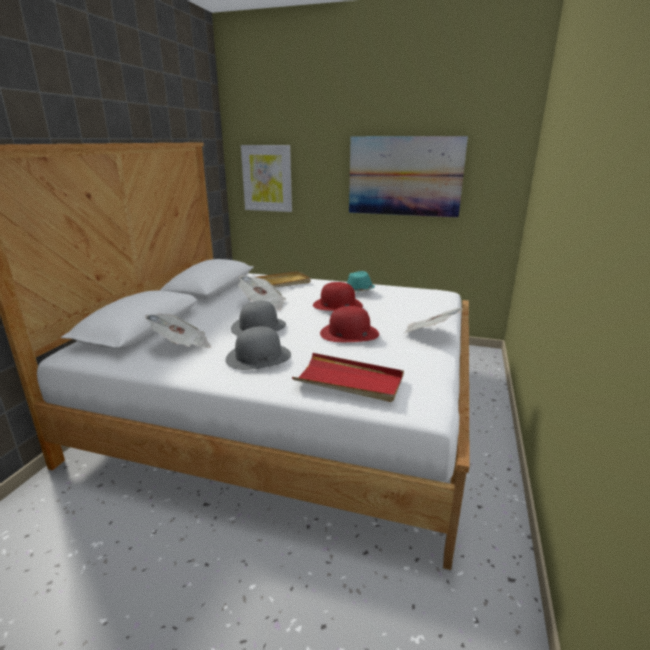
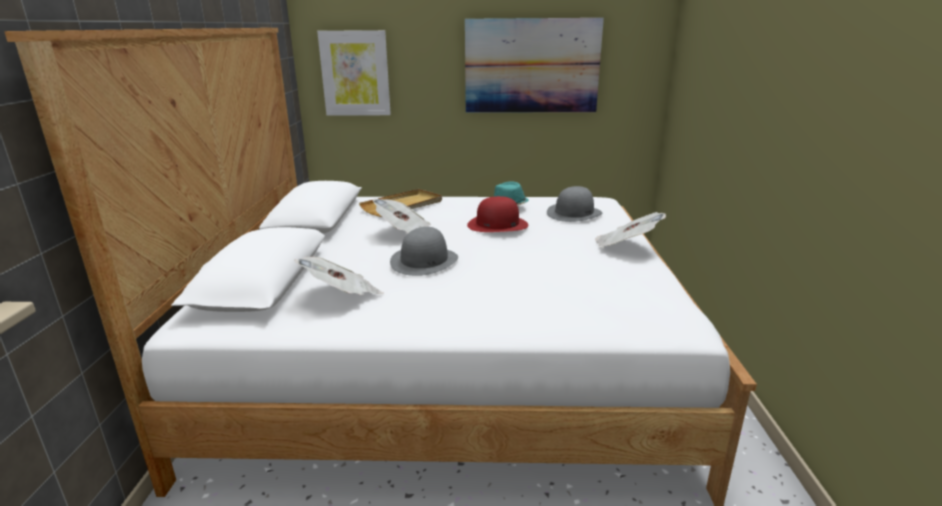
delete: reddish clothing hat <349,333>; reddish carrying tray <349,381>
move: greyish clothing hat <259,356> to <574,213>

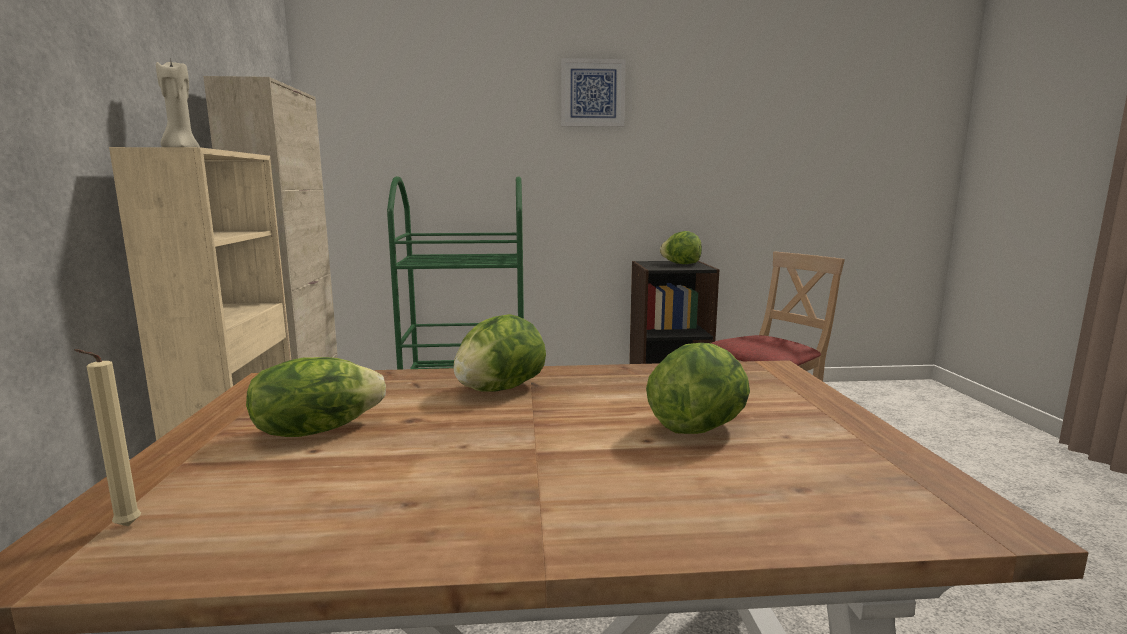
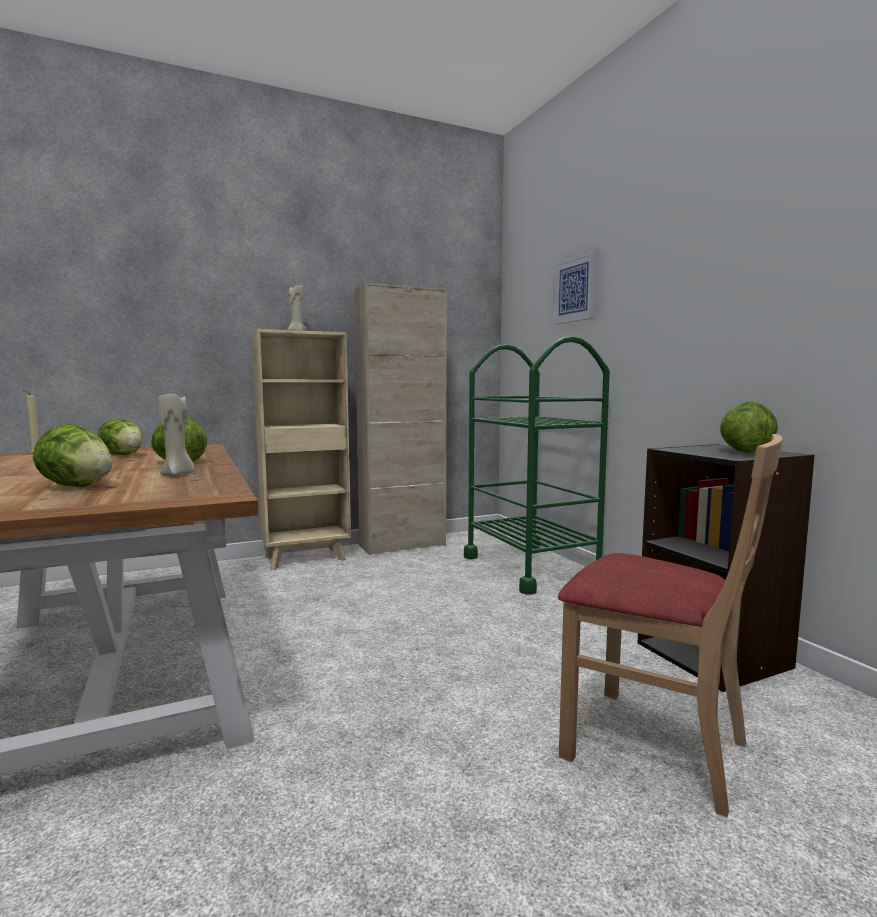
insert: beige wax candle <178,475>
move: wall picture <592,93> to <575,289>

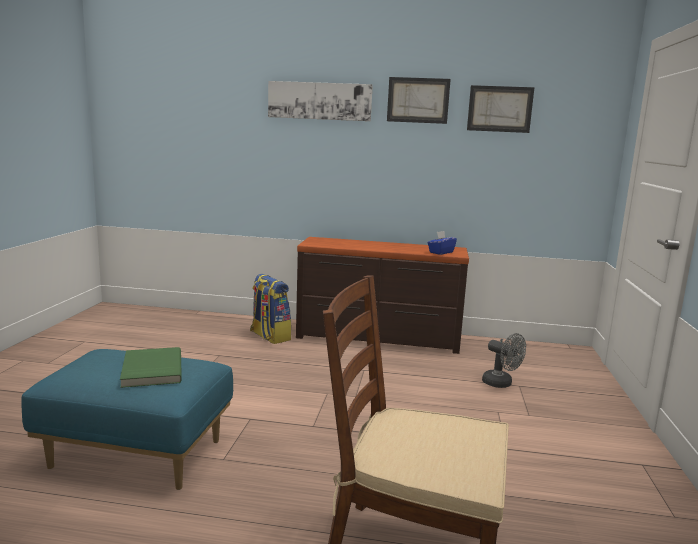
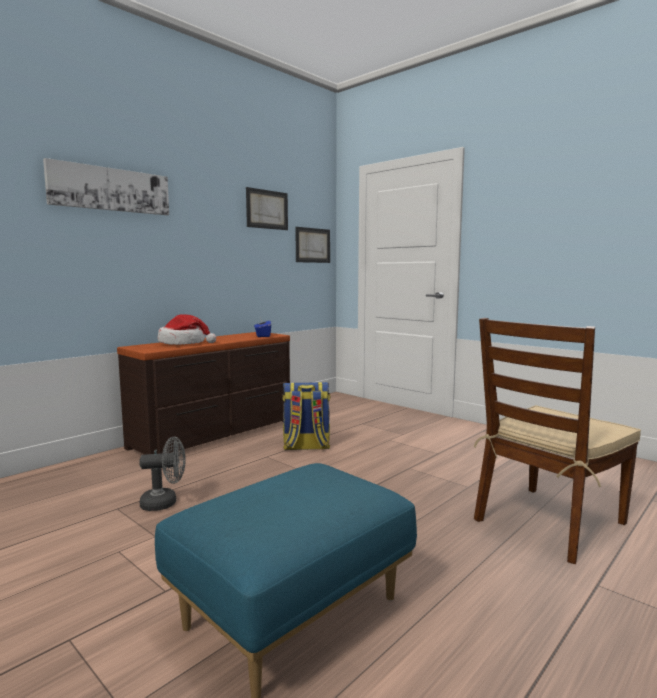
delete: green-coloured volume <150,370>
insert: clothing hat <183,343>
move: wall picture <418,100> to <312,245>; backpack <269,336> to <306,447>; greyish cooling fan <501,384> to <165,503>

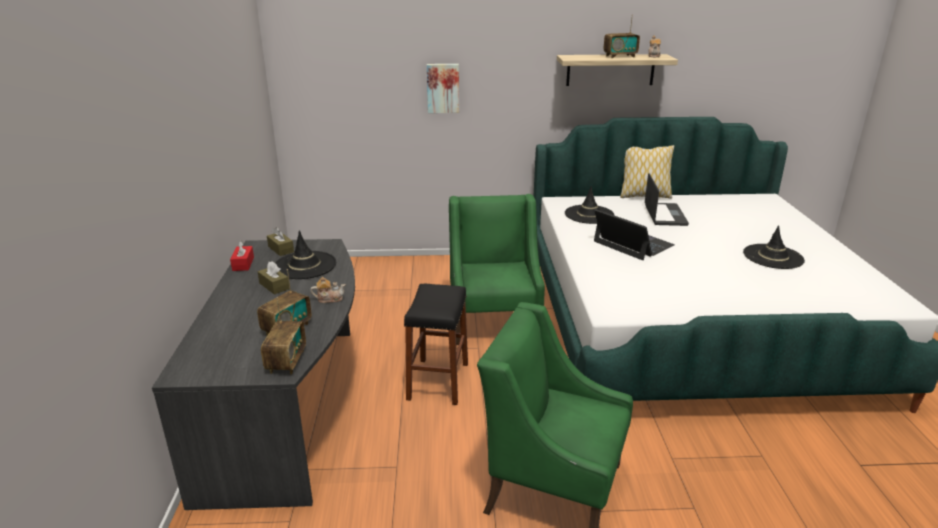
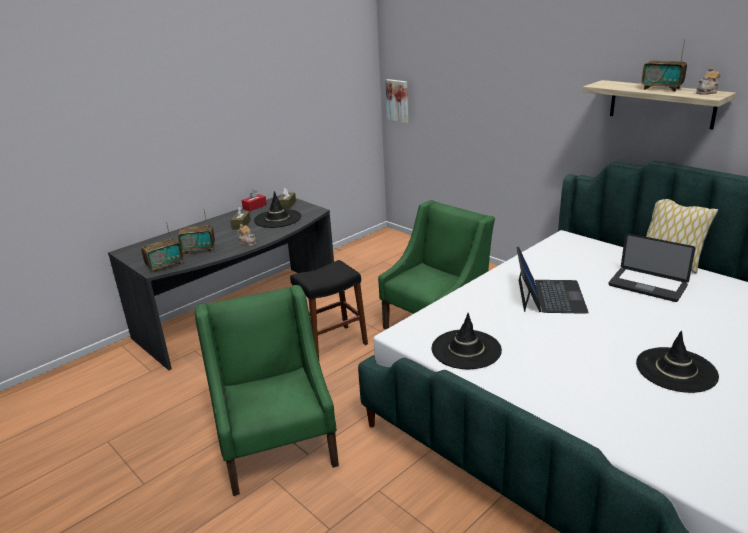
move: wall picture <443,88> to <398,100>; black-coloured clothing hat <589,214> to <466,349>
rotate: notebook computer <665,215> = <647,285> 75 degrees clockwise

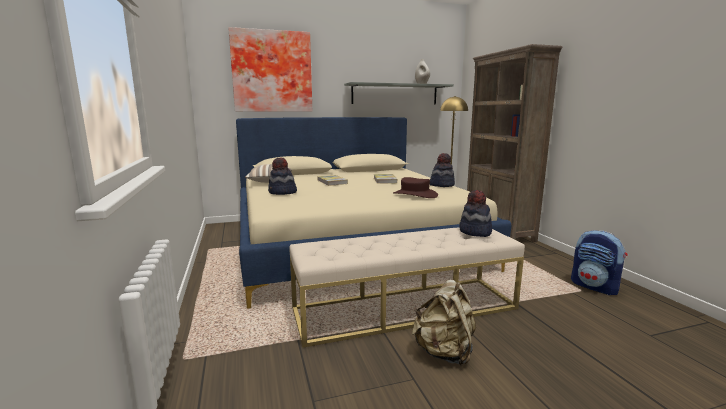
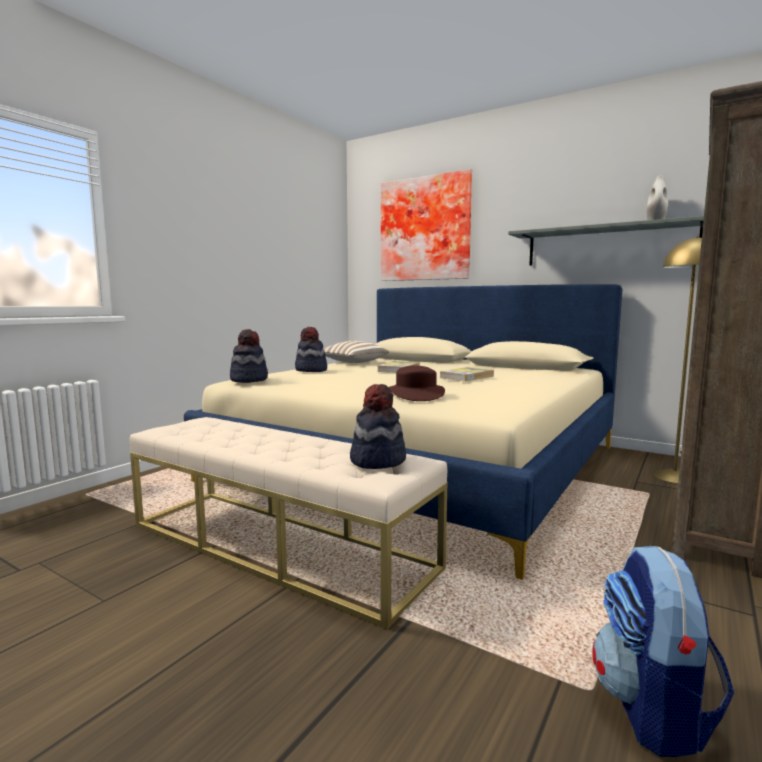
delete: beige backpack <444,352>
move: clothing hat <441,185> to <249,380>

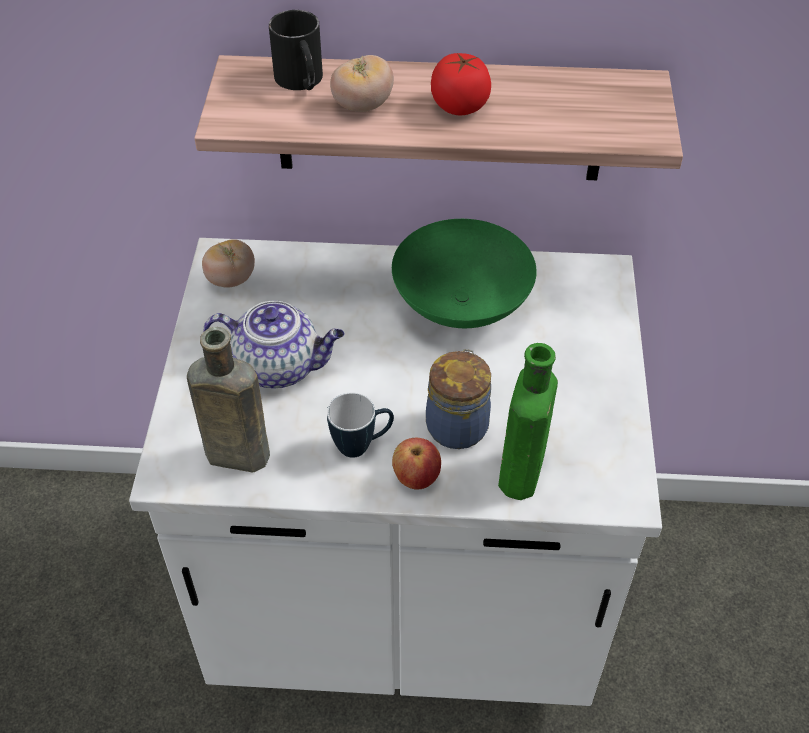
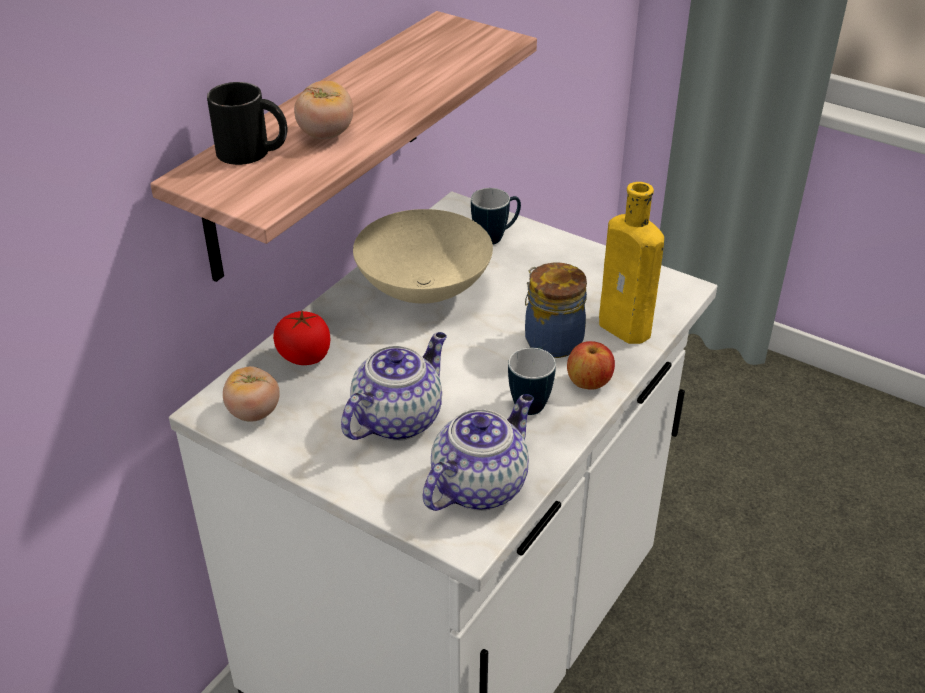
insert: mug <496,237>
move: fresh tomato <459,106> to <304,356>
replace: brown-coloured beverage bottle <233,454> to pot for tea <479,485>
recolor: green-coloured serving bowl <461,307> to beige serving bowl <426,290>; green-coloured beverage bottle <520,477> to yellow beverage bottle <627,329>

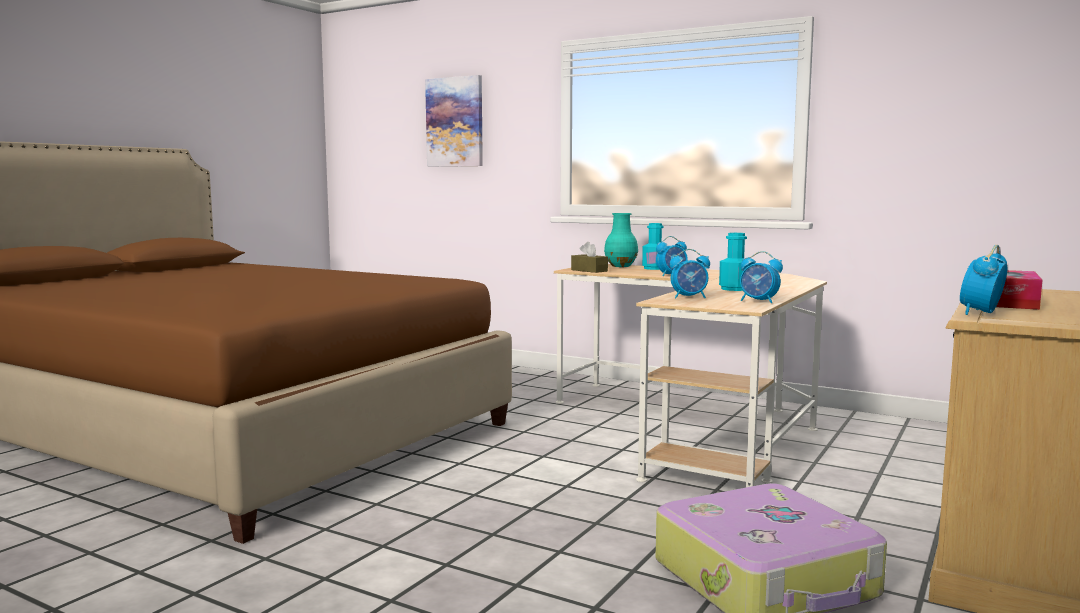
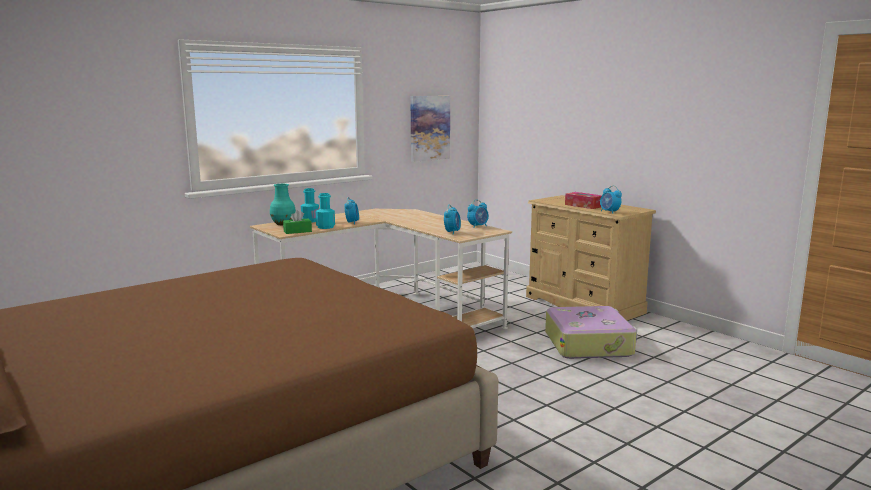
move: wall picture <455,122> to <429,128>; turquoise-coloured beverage bottle <734,289> to <325,227>
recolor: brown-coloured tissue box <589,270> to green-coloured tissue box <297,231>

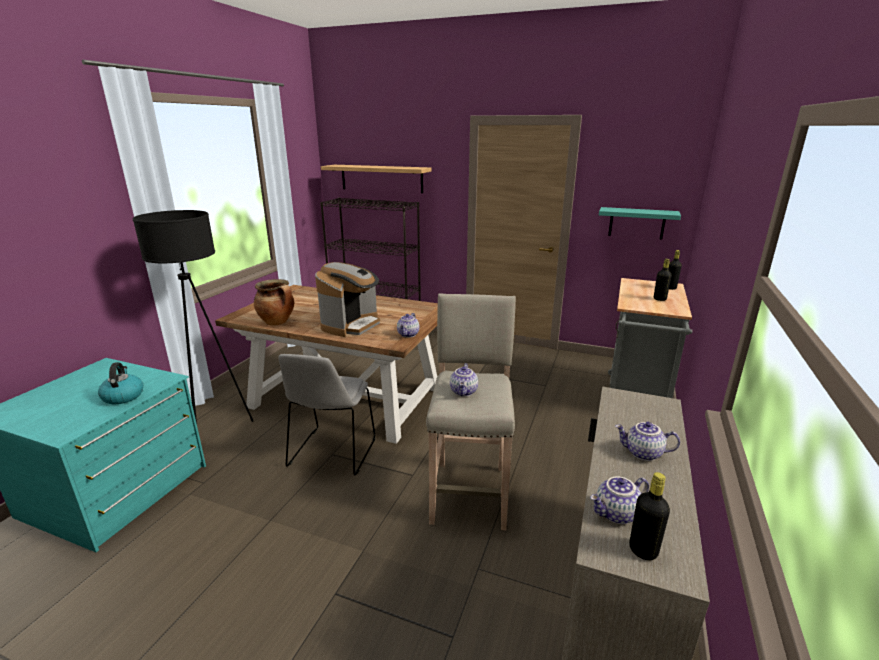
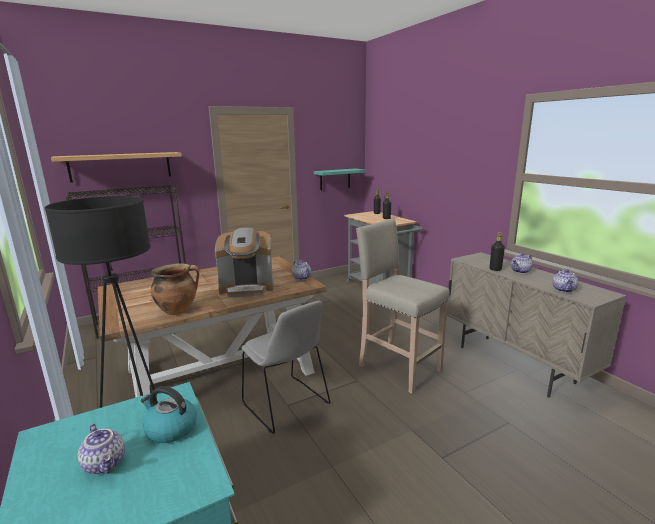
move: pot for tea <464,392> to <106,463>; black-coloured beverage bottle <643,550> to <495,269>
rotate: coffee machine <351,325> = <247,288> 105 degrees clockwise

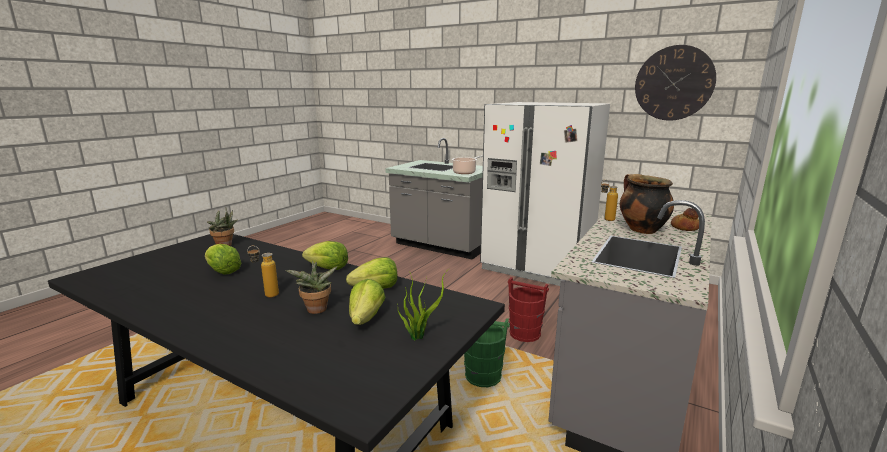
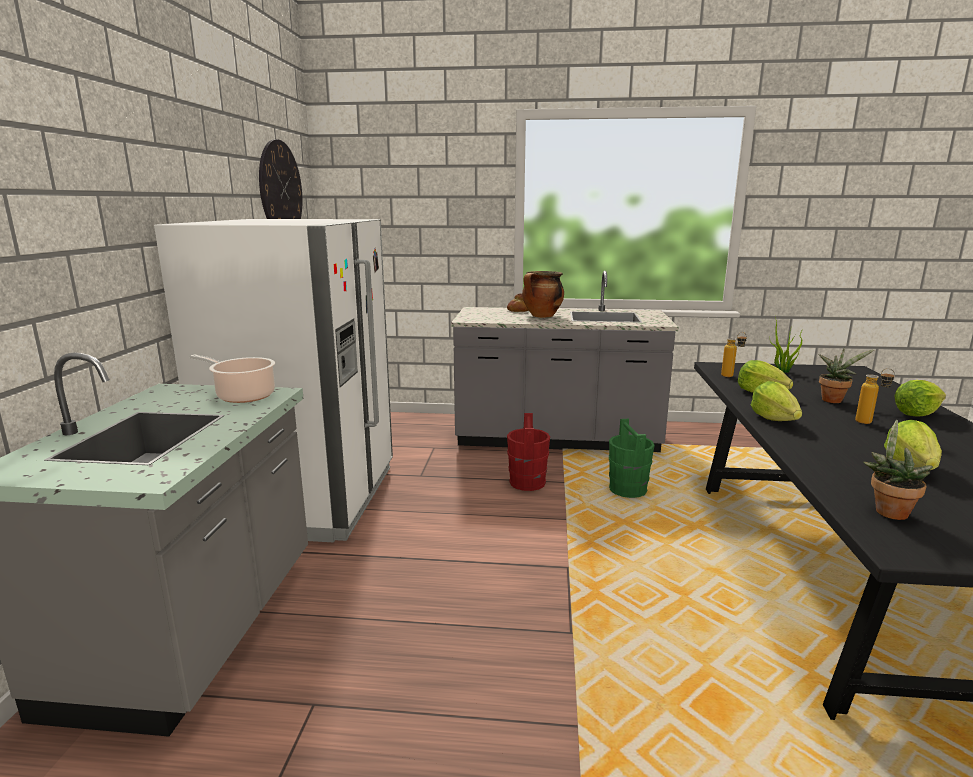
move: beverage bottle <605,220> to <731,377>; lettuce <366,318> to <917,413>

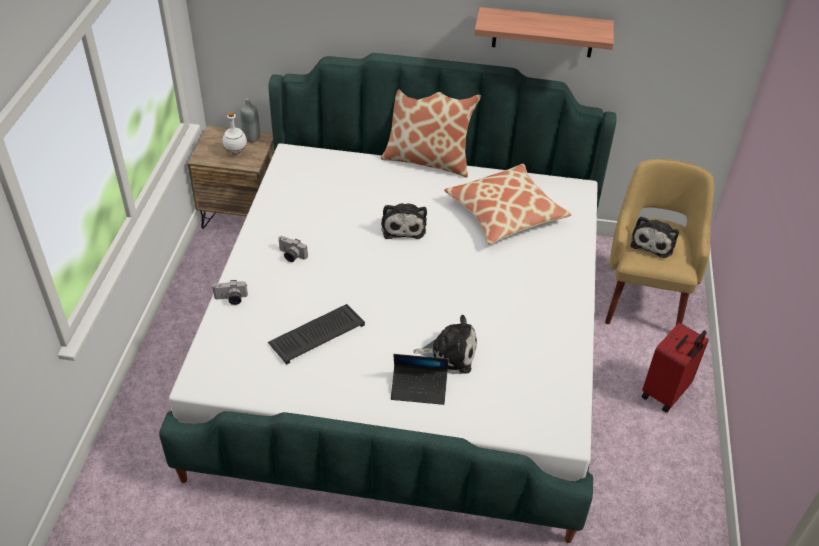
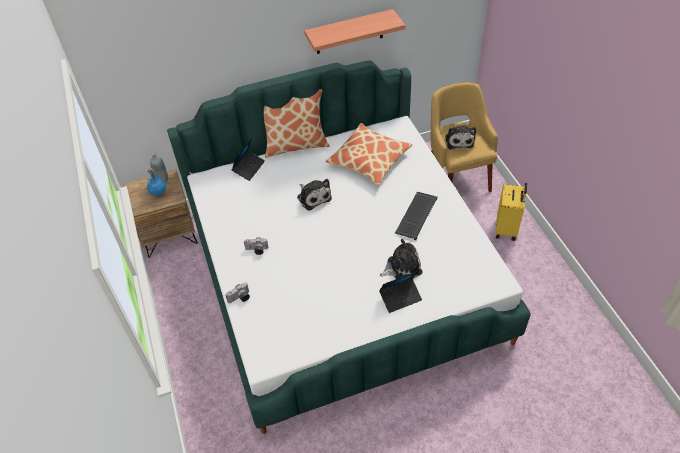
insert: notebook computer <249,168>
move: keyboard <317,333> to <416,215>
recolor: white-coloured beverage bottle <236,152> to blue beverage bottle <159,194>; reddish travel case <666,393> to yellow travel case <507,229>

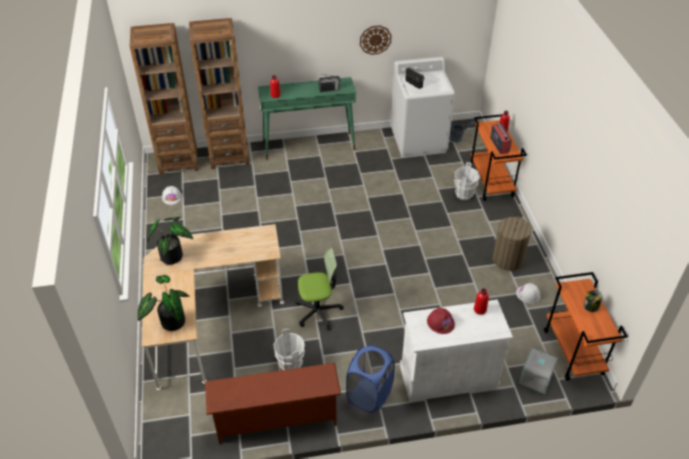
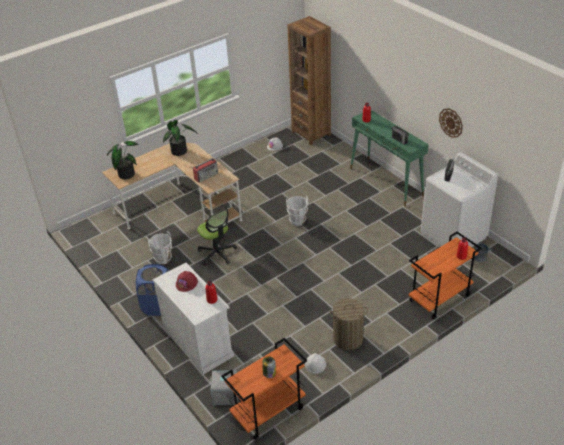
delete: brown-coloured bookcase <229,156>; brown-coloured shoe shelf <276,420>
move: radio set <499,145> to <206,176>; white-coloured water bucket <464,194> to <297,221>

